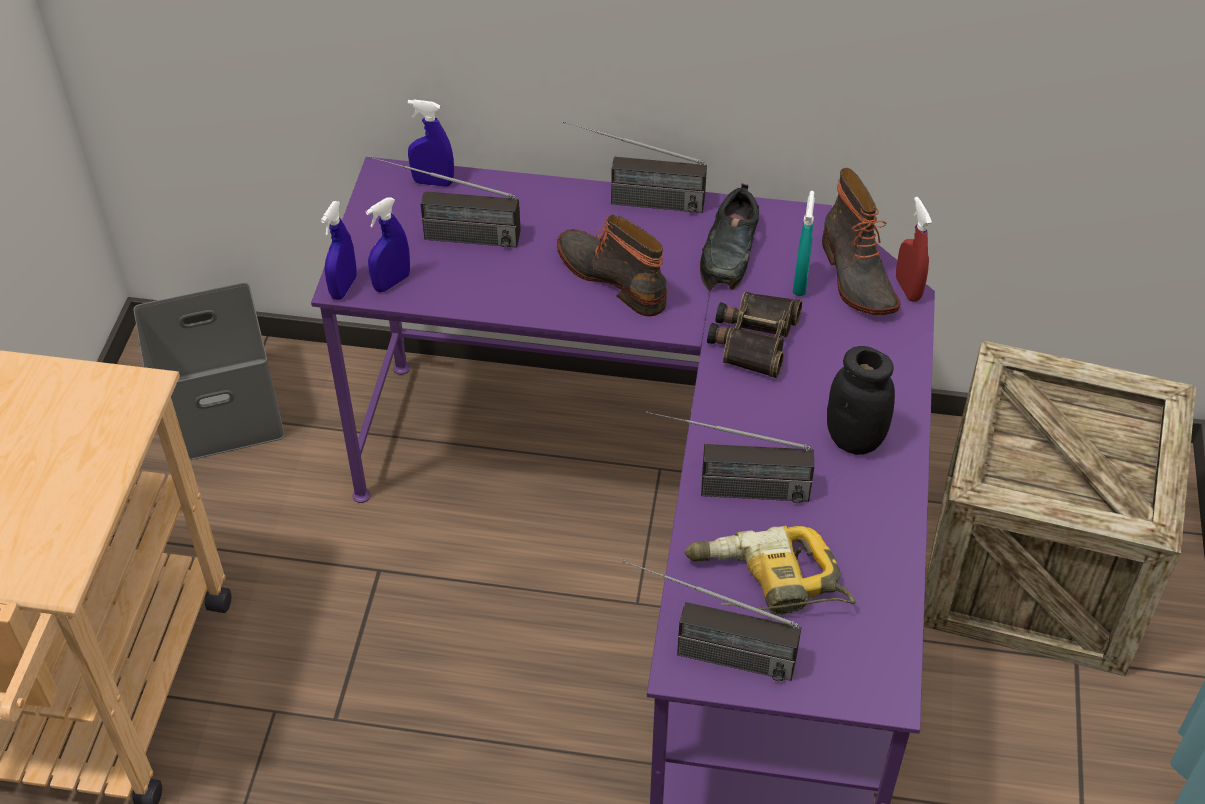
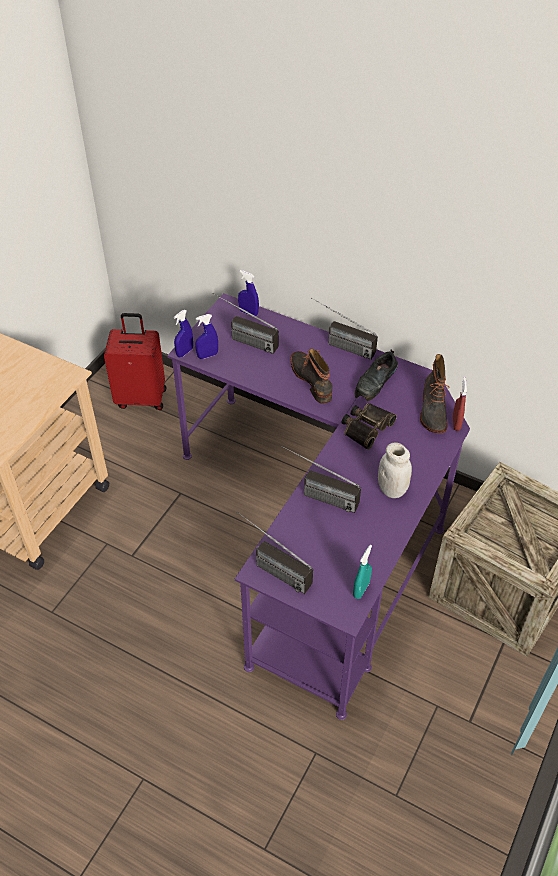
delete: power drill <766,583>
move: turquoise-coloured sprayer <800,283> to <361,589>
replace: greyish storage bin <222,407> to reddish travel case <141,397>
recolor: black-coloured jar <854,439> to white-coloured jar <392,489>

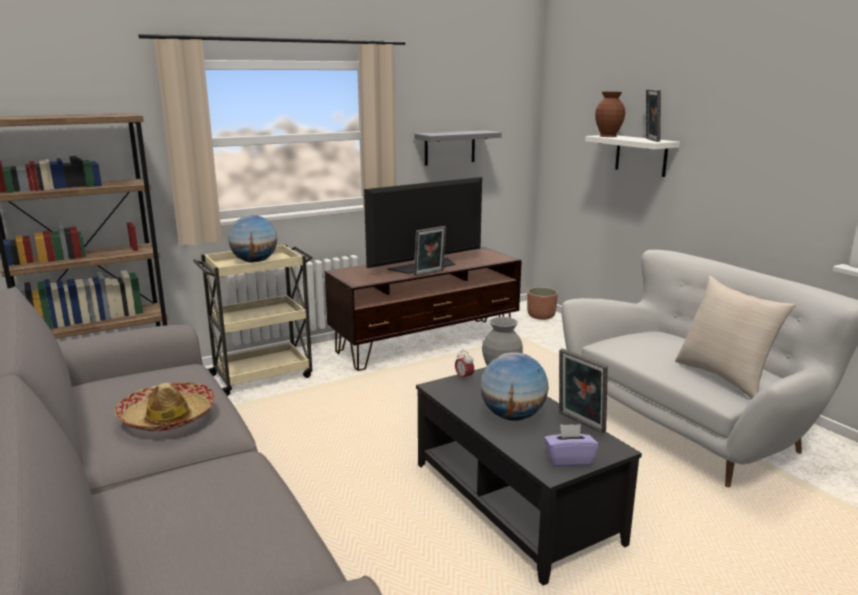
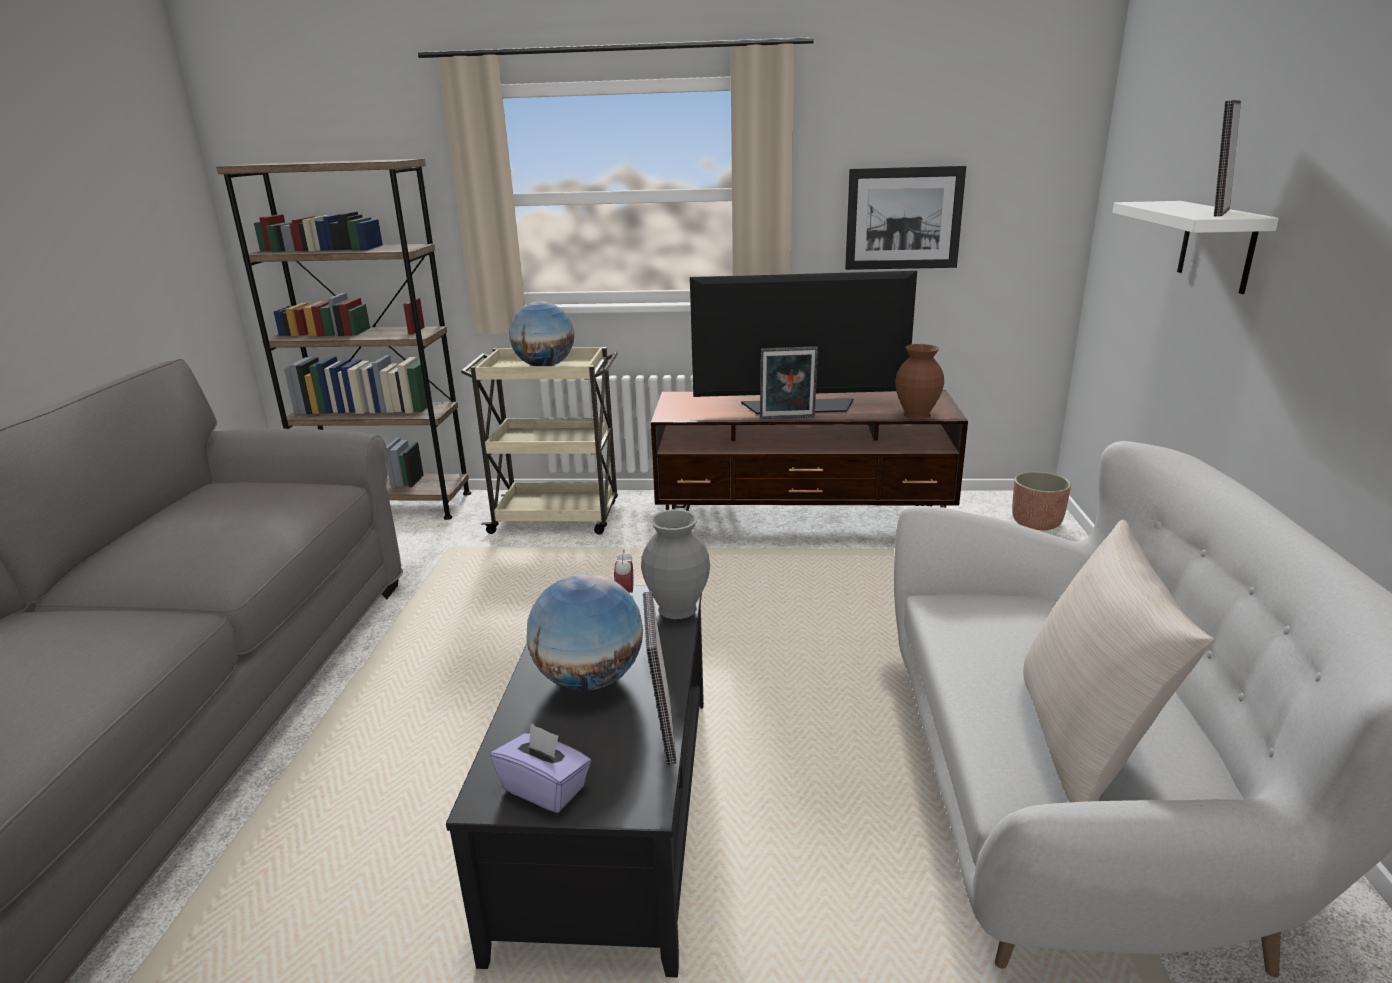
delete: clothing hat <167,417>
move: brown-coloured vase <607,136> to <916,414>
replace: greyish shelf <449,147> to wall picture <903,218>

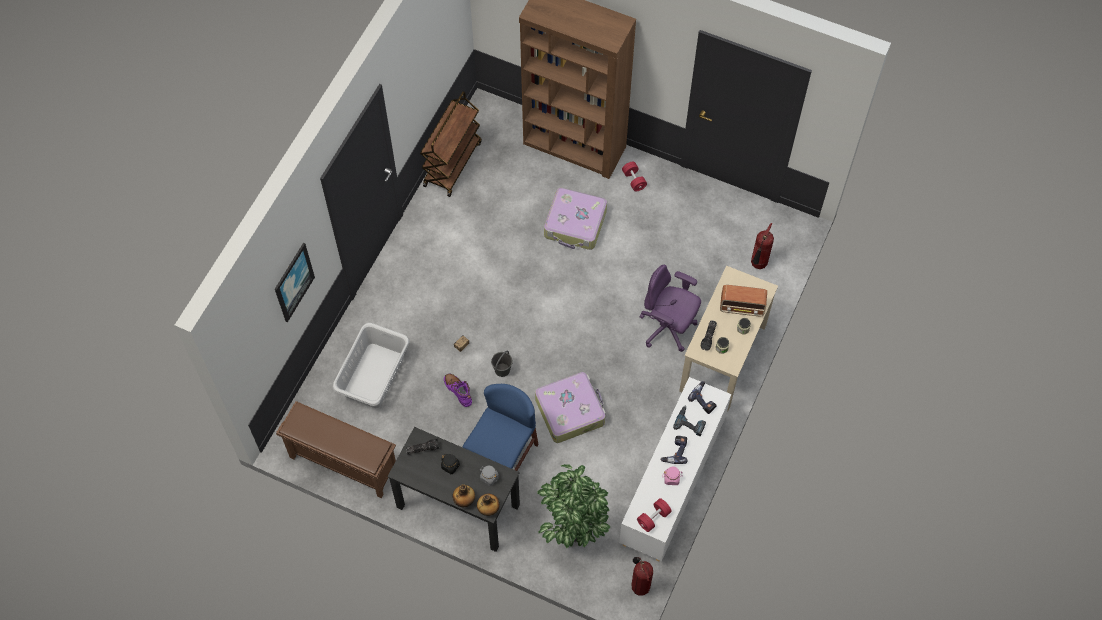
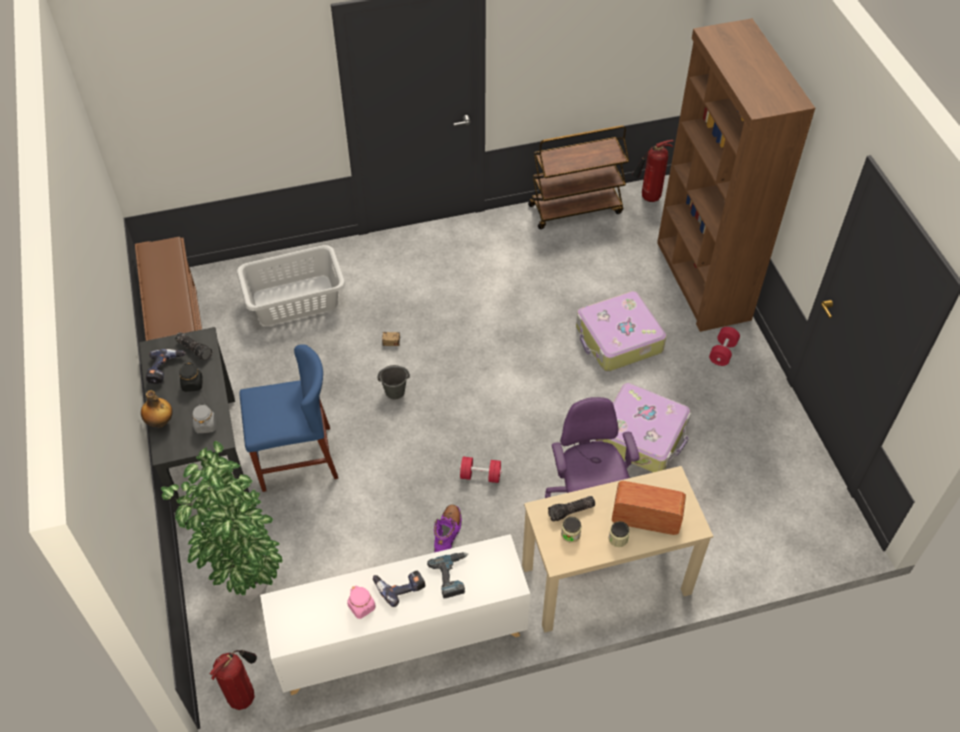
delete: wall picture <293,282>; beverage bottle <488,509>
move: extinguisher <758,265> to <648,198>; travel case <570,411> to <642,435>; purplish boot <458,391> to <448,533>; power drill <704,399> to <165,369>; reddish dumbbell <653,518> to <480,475>
rotate: radio set <742,307> = <644,519> 135 degrees clockwise

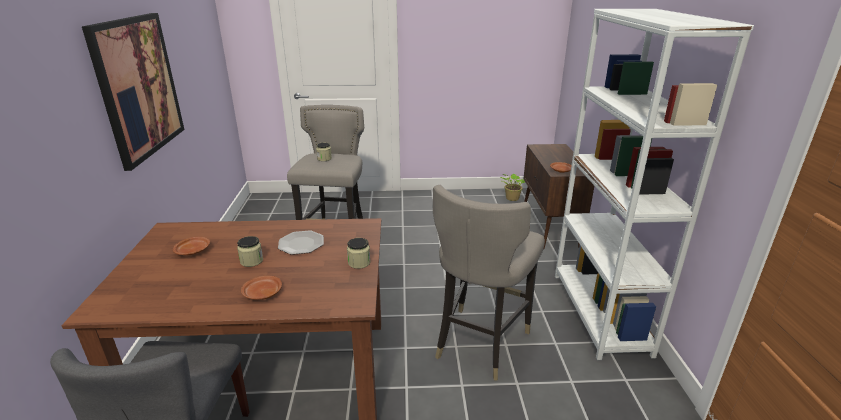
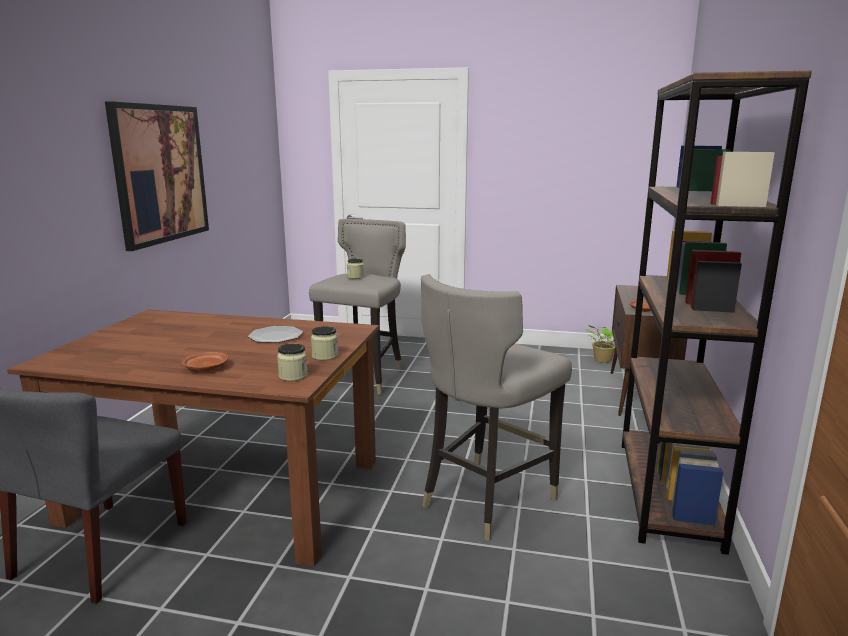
delete: brown-coloured flat dish <193,251>
move: jar <251,261> to <293,376>
recolor: white-coloured bookcase <599,313> to brown-coloured bookcase <667,492>

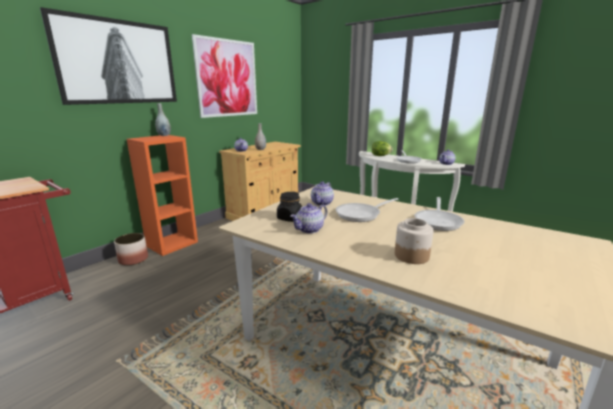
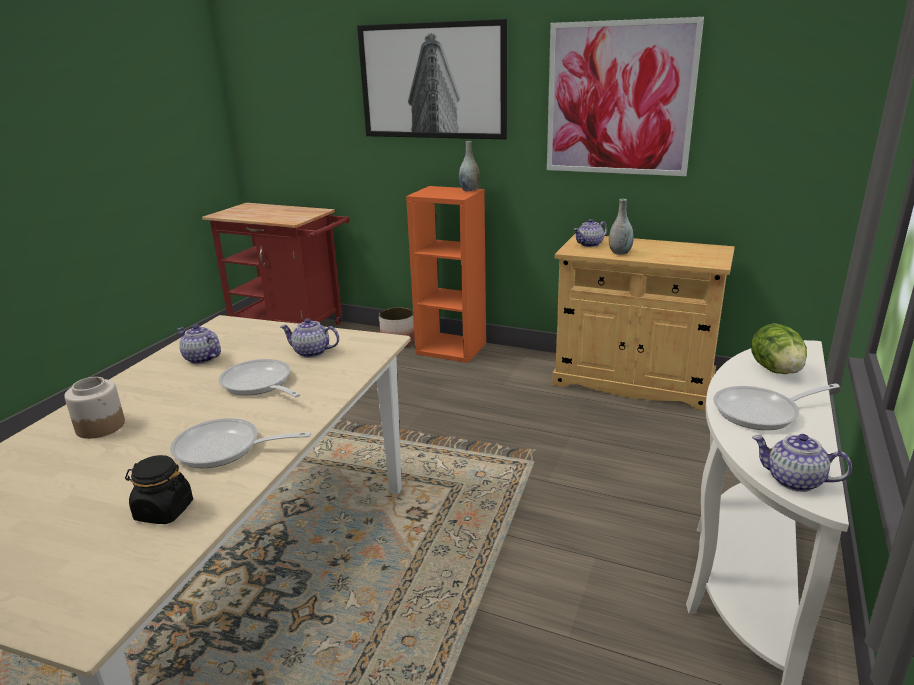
move: black-coloured jar <290,218> to <163,511>

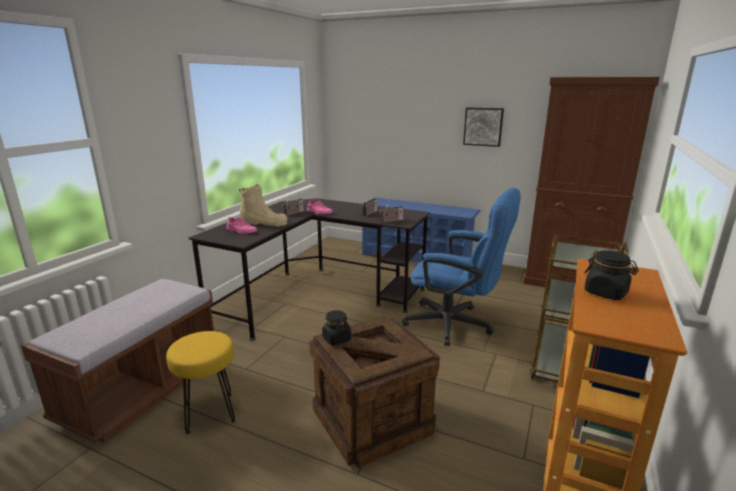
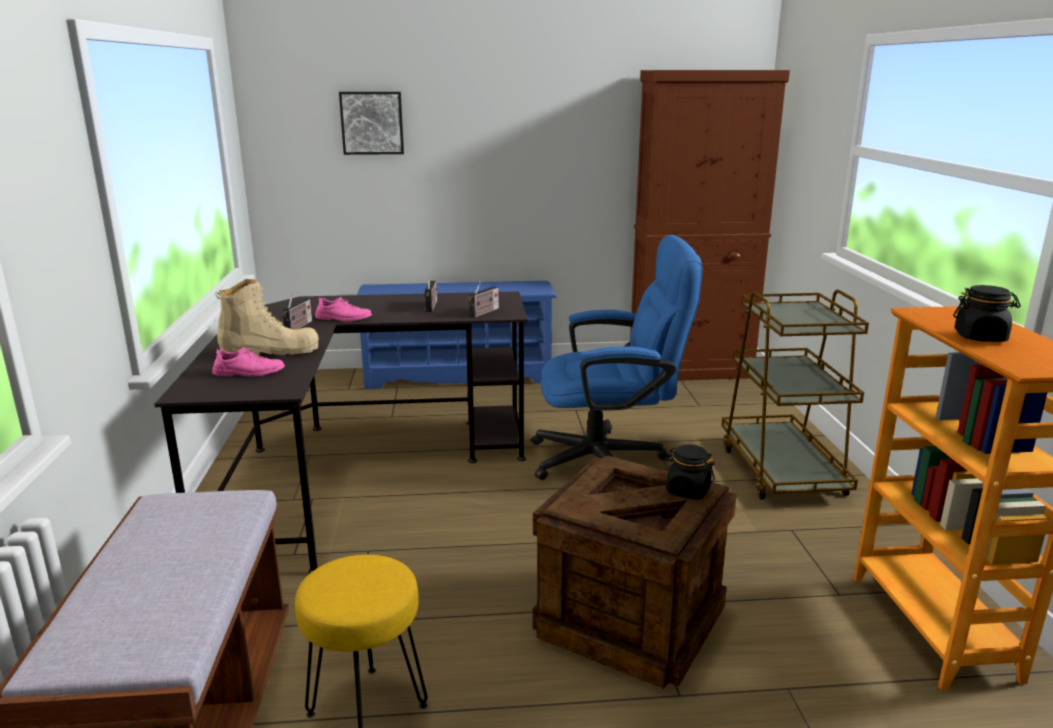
move: wall picture <483,126> to <372,123>; black-coloured jar <336,339> to <687,491>

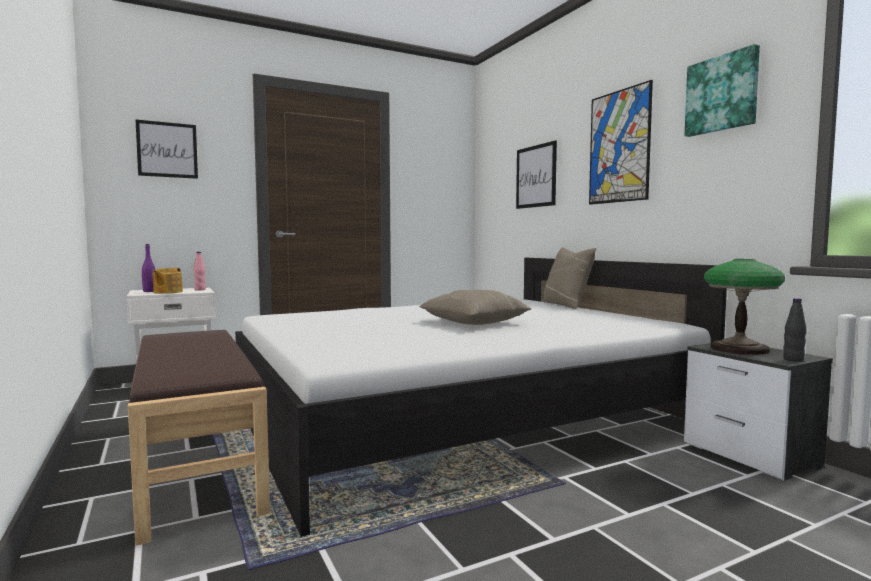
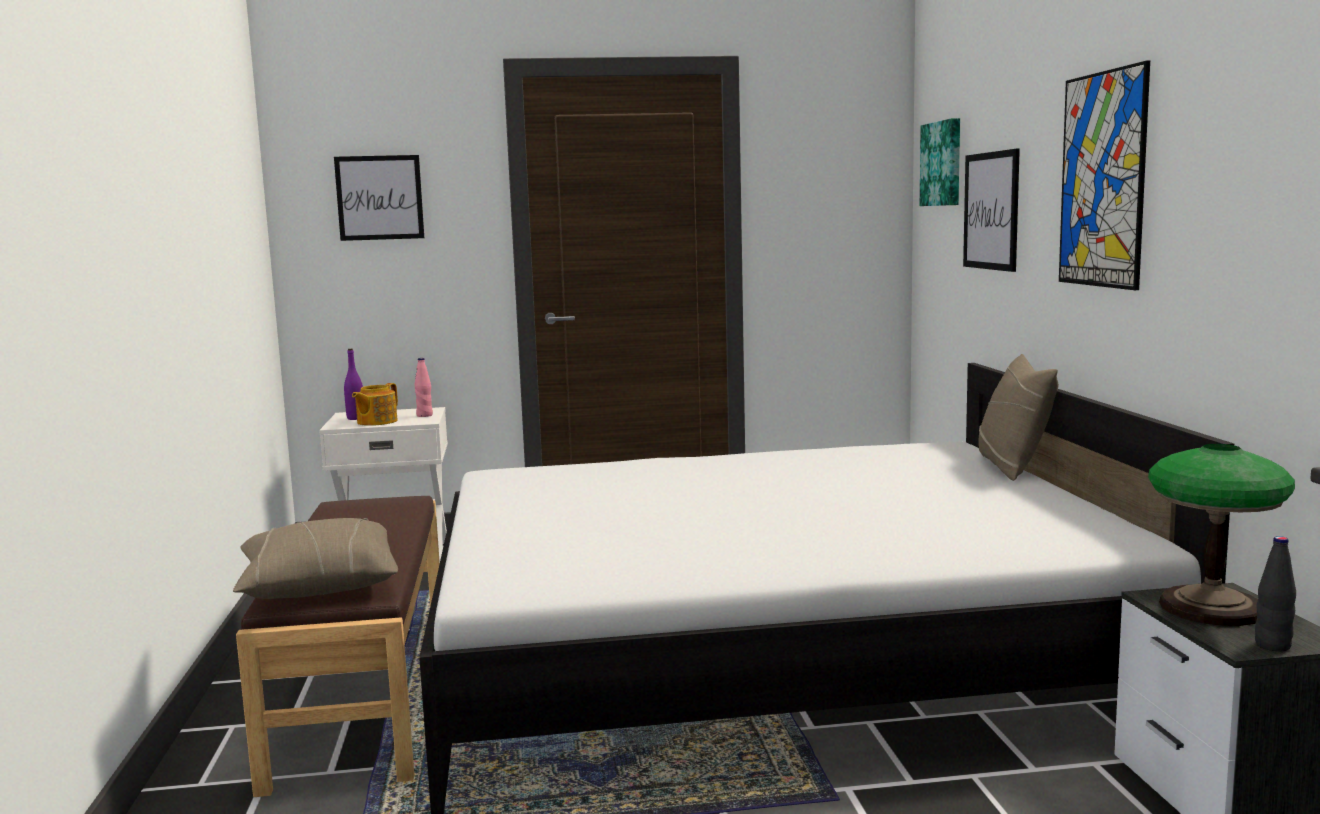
move: wall picture <722,94> to <943,163>; beige throw pillow <474,323> to <318,586>

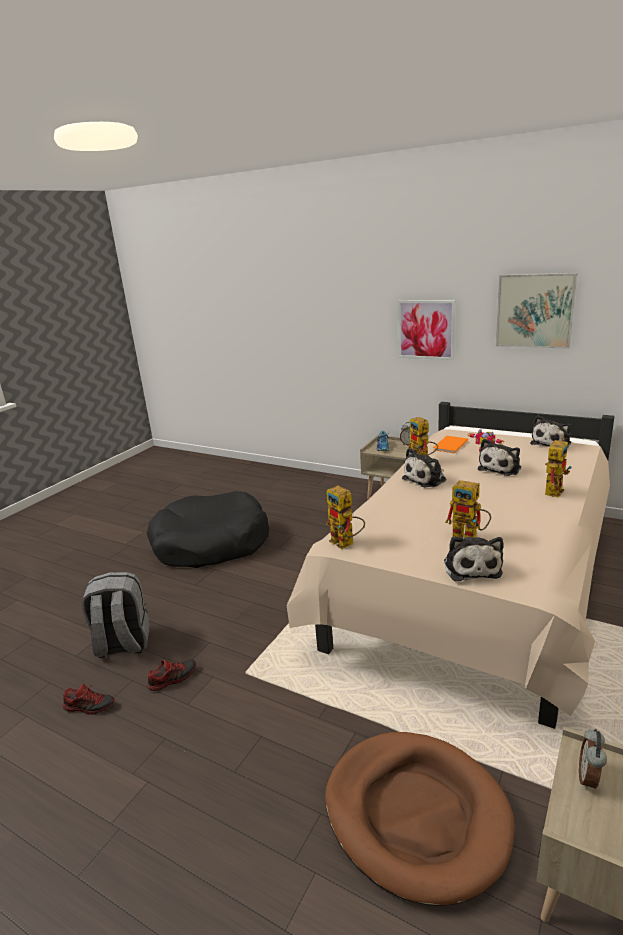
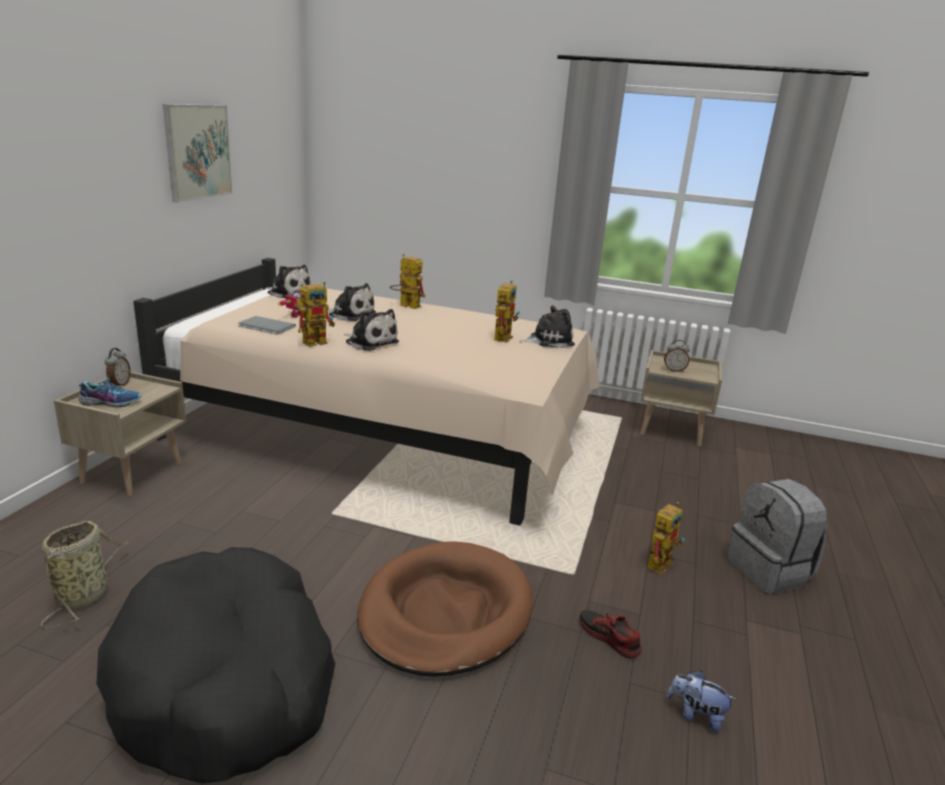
delete: wall picture <426,329>
insert: storage basket <85,595>
move: toy robot <346,543> to <660,562>; greyish backpack <123,644> to <770,571>; brown-coloured dog bed <416,815> to <445,612>
replace: low shoe <89,706> to cuddly toy <695,715>
recolor: orange-coloured volume <449,445> to greyish volume <267,327>

